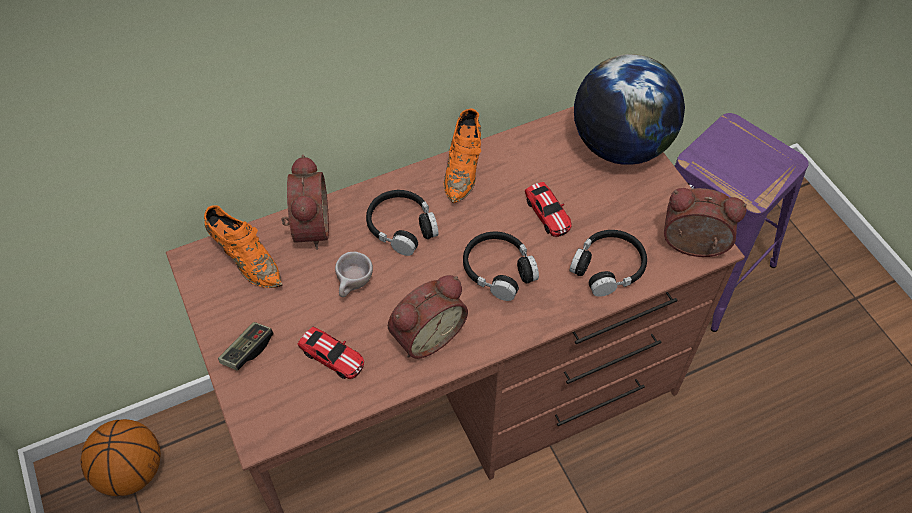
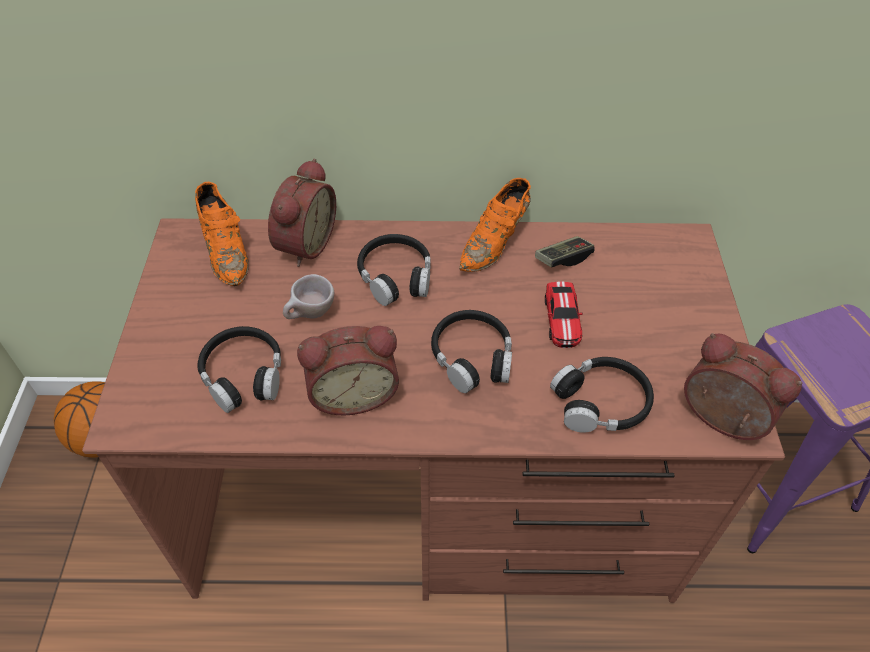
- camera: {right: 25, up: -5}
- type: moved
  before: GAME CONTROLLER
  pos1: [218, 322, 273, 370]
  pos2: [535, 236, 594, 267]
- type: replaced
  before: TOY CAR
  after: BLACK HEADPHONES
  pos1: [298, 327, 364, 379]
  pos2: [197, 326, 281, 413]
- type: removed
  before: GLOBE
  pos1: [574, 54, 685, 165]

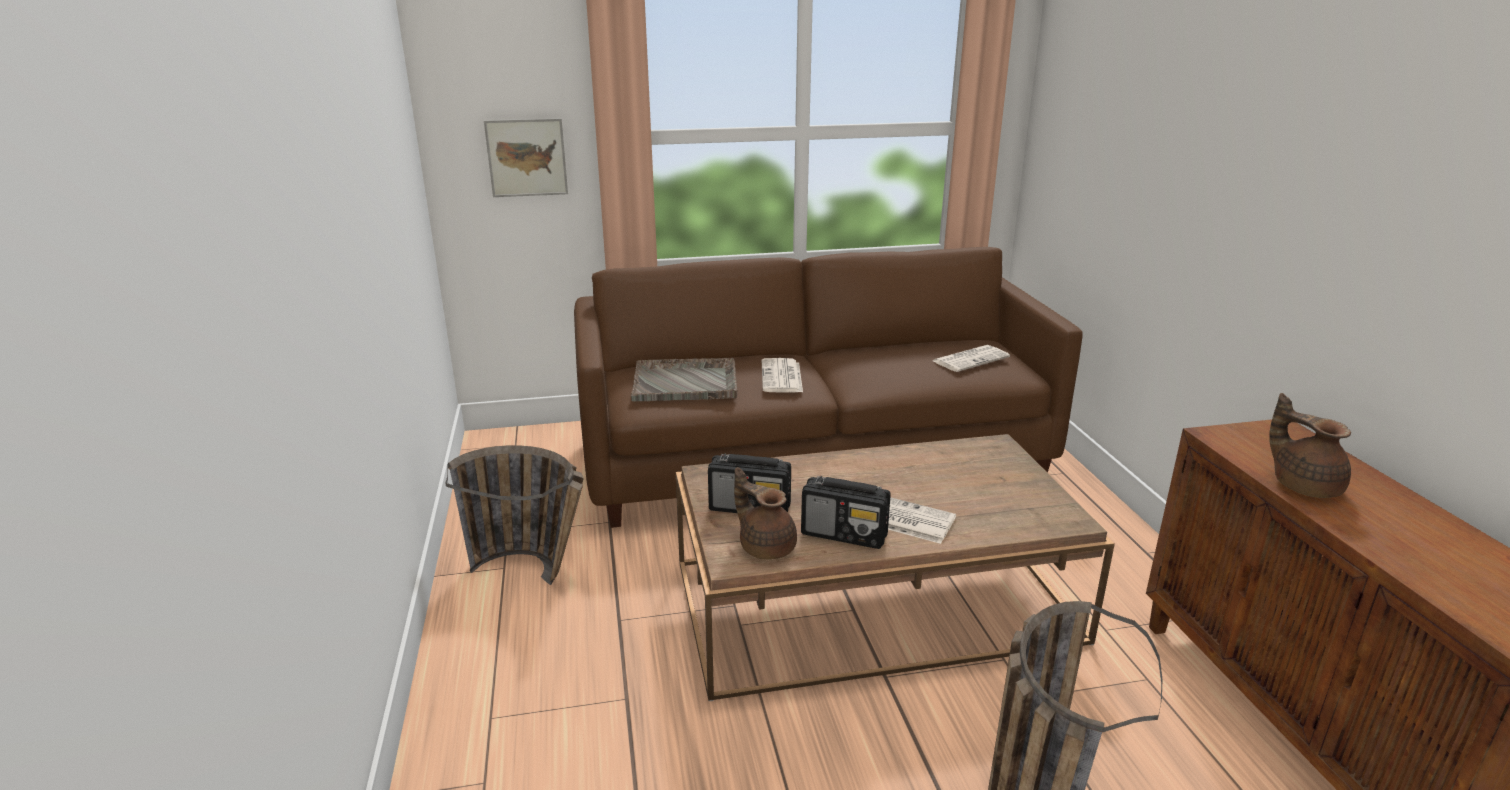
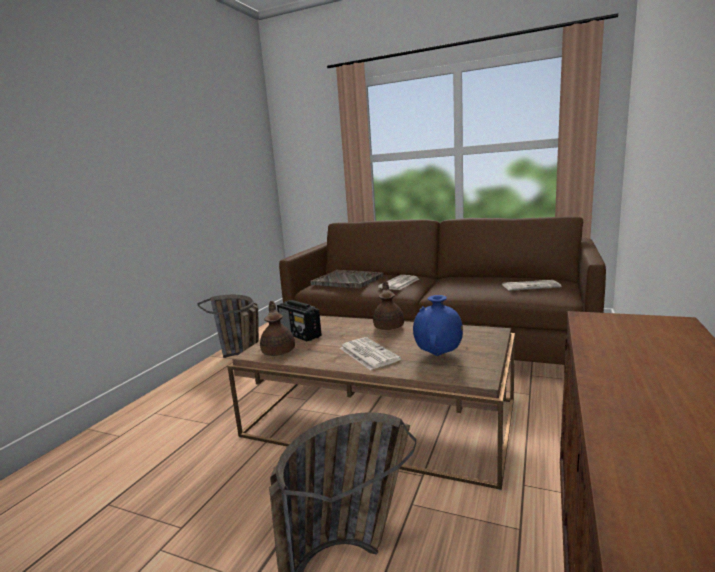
- camera: {right: 35, up: -10}
- type: removed
  before: PICTURE
  pos1: [484, 118, 568, 197]
- type: removed
  before: RADIO
  pos1: [801, 476, 890, 549]
- type: moved
  before: BROWN TEAPOT
  pos1: [1269, 393, 1351, 498]
  pos2: [373, 281, 404, 330]
- type: added
  after: BLUE VASE
  pos2: [413, 295, 463, 356]

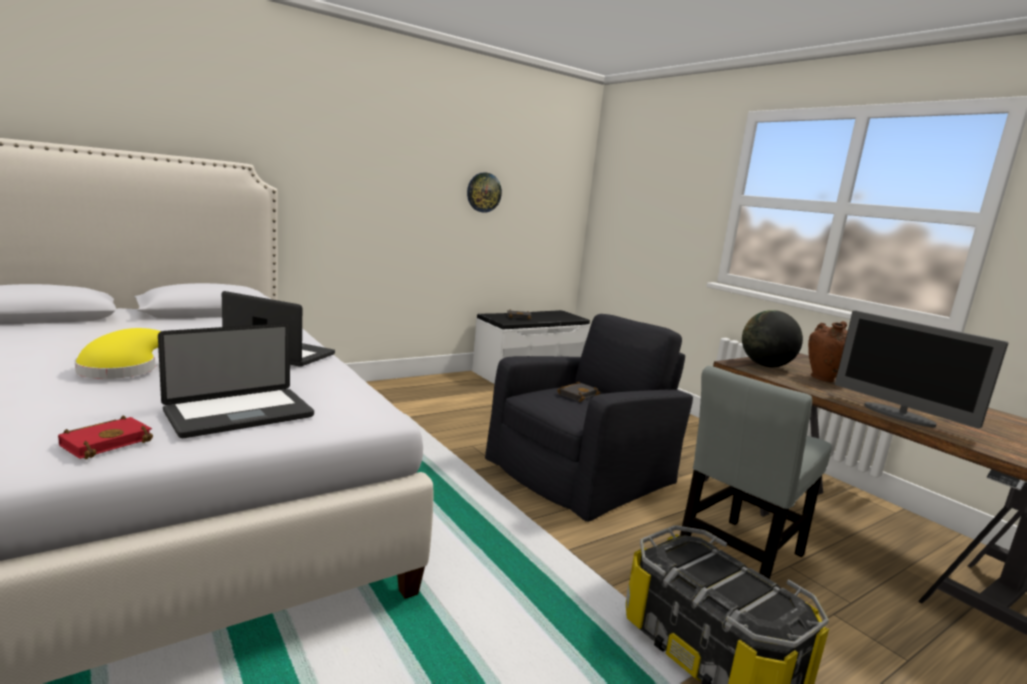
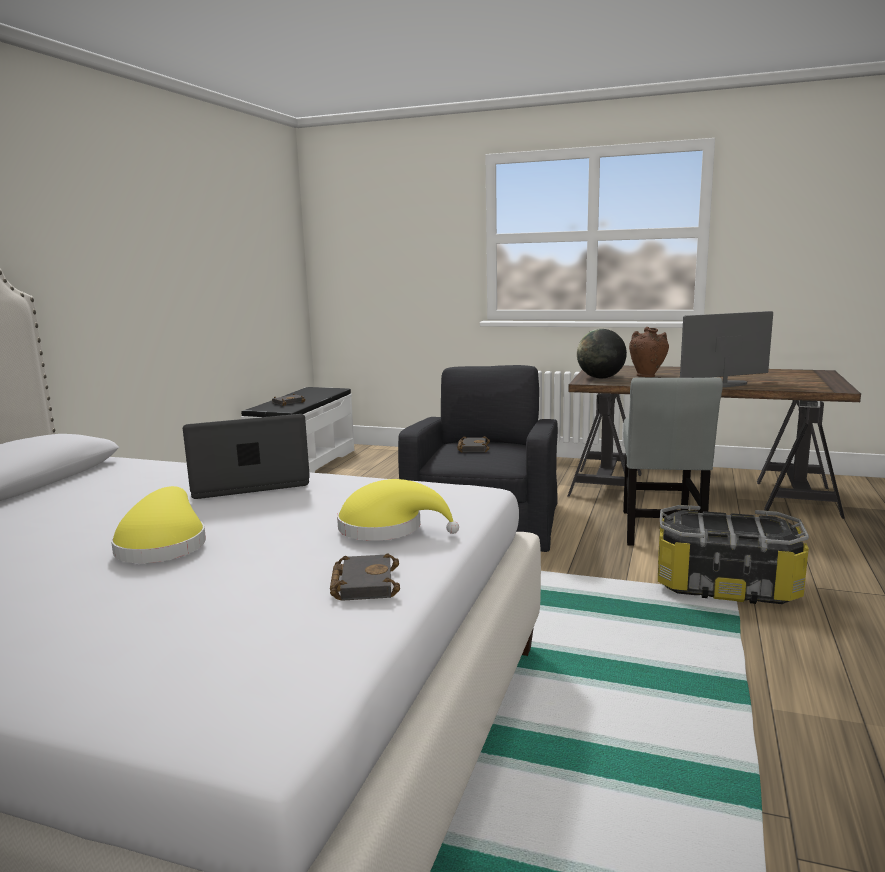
- camera: {right: -35, up: 0}
- type: recoloured
  before: RED BOOK
  after: BLACK BOOK
  pos1: [58, 415, 153, 459]
  pos2: [330, 553, 400, 601]
- type: replaced
  before: LAPTOP
  after: YELLOW HAT
  pos1: [158, 323, 314, 438]
  pos2: [337, 479, 459, 541]
- type: removed
  before: WALL CLOCK
  pos1: [467, 172, 502, 213]
- type: turned
  before: MONITOR
  pos1: [835, 311, 1008, 429]
  pos2: [680, 311, 773, 387]
  turn: 150

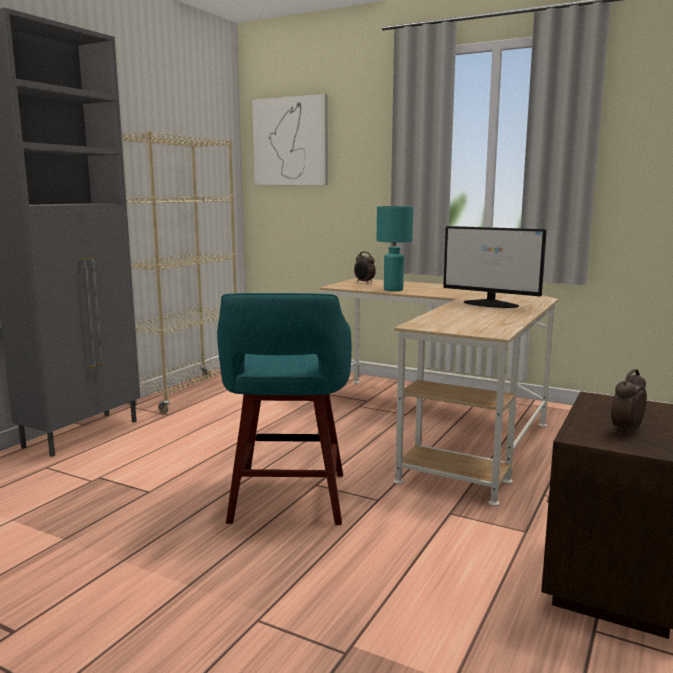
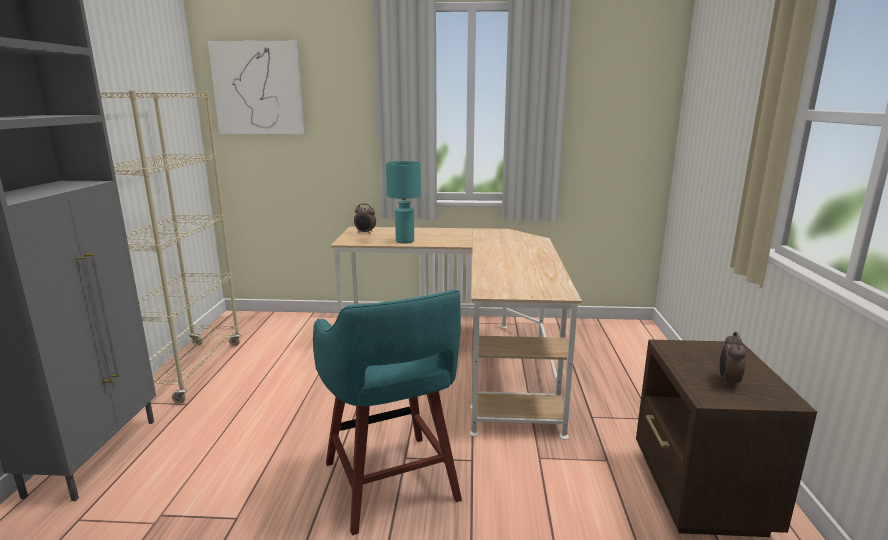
- camera: {right: -25, up: 5}
- type: removed
  before: MONITOR
  pos1: [443, 226, 547, 308]

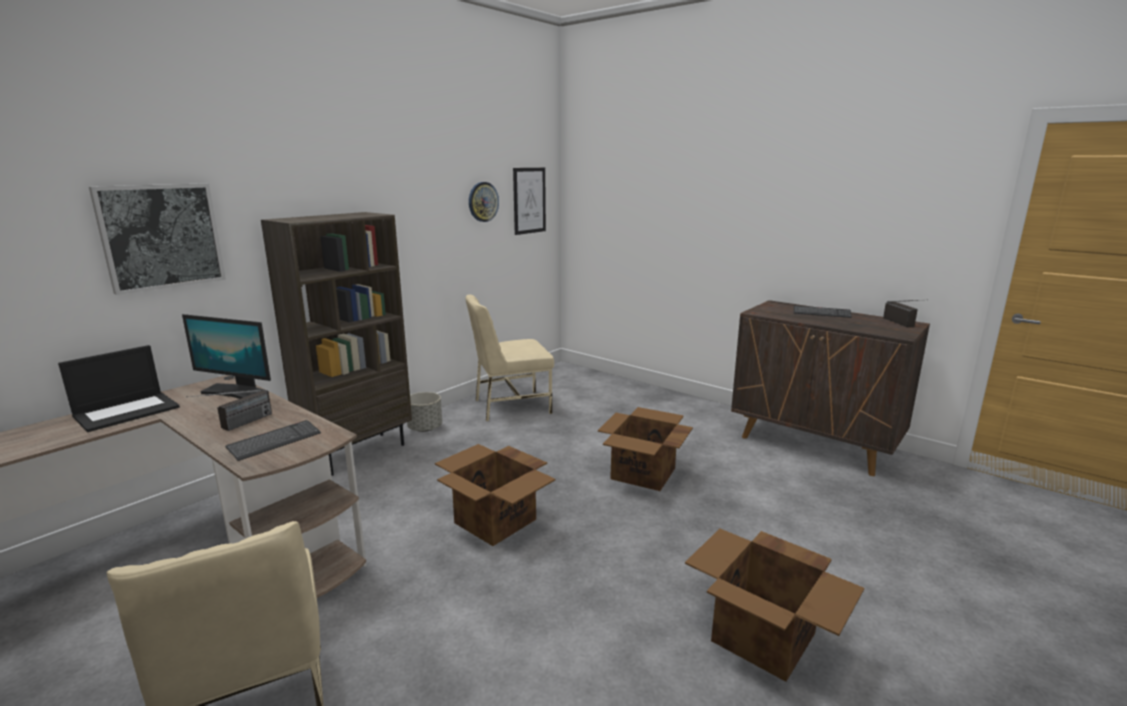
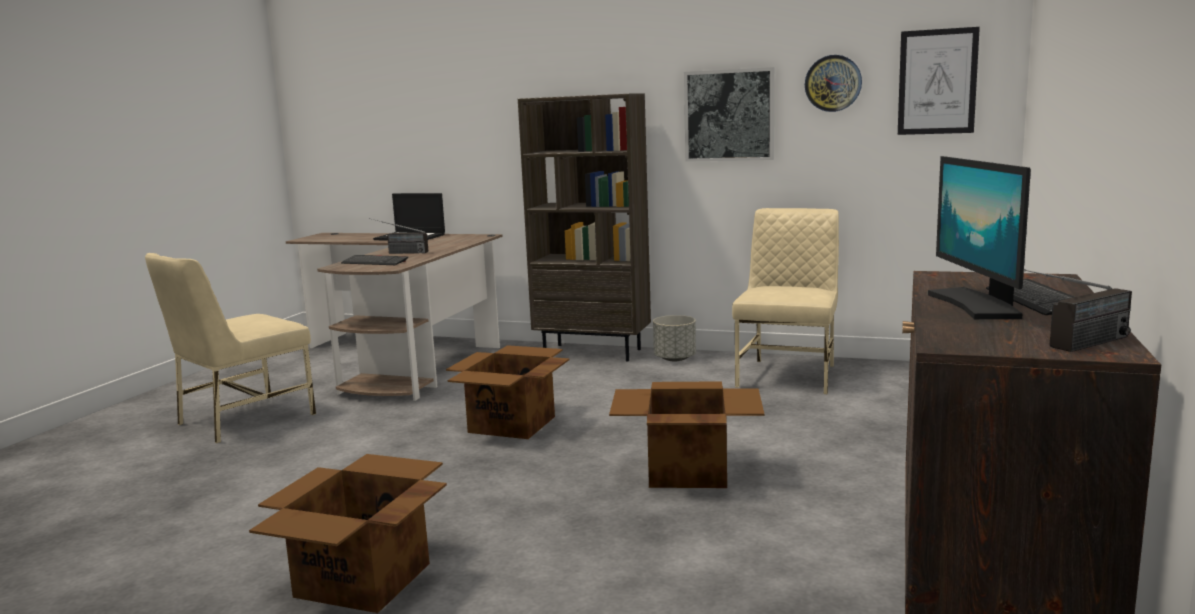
- camera: {right: 70, up: -5}
- type: moved
  before: PICTURE
  pos1: [89, 183, 226, 295]
  pos2: [684, 67, 774, 162]
- type: moved
  before: MONITOR
  pos1: [182, 314, 271, 399]
  pos2: [928, 156, 1031, 319]
- type: turned
  before: BEIGE CHAIR
  pos1: [465, 294, 554, 421]
  pos2: [732, 208, 839, 394]
  turn: 60

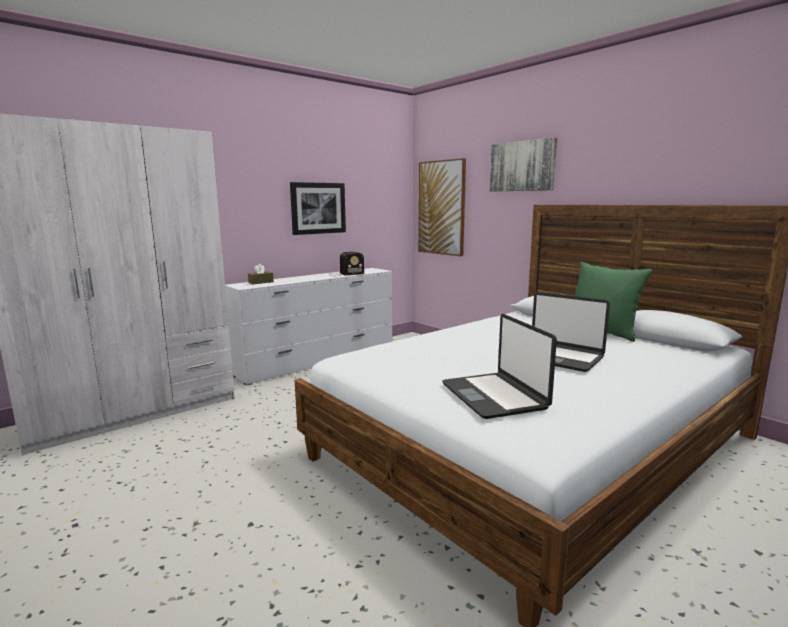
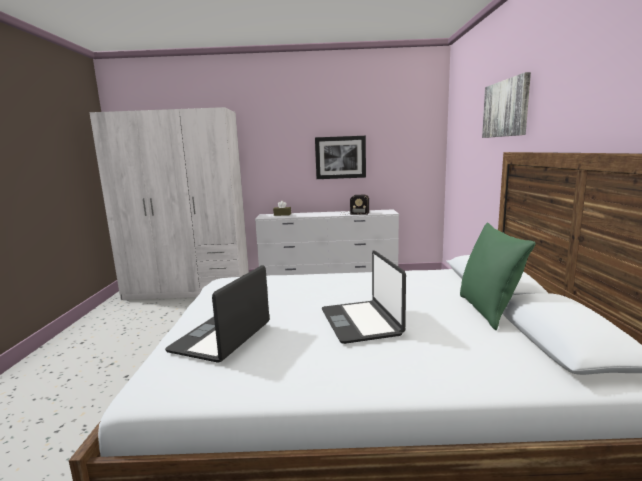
- camera: {right: 40, up: 0}
- type: removed
  before: PICTURE
  pos1: [418, 158, 466, 256]

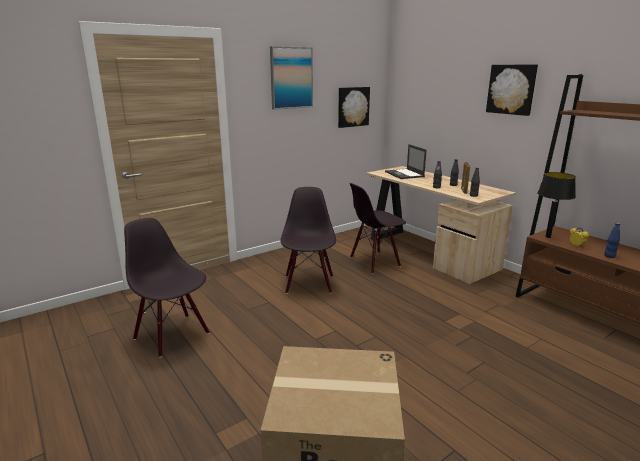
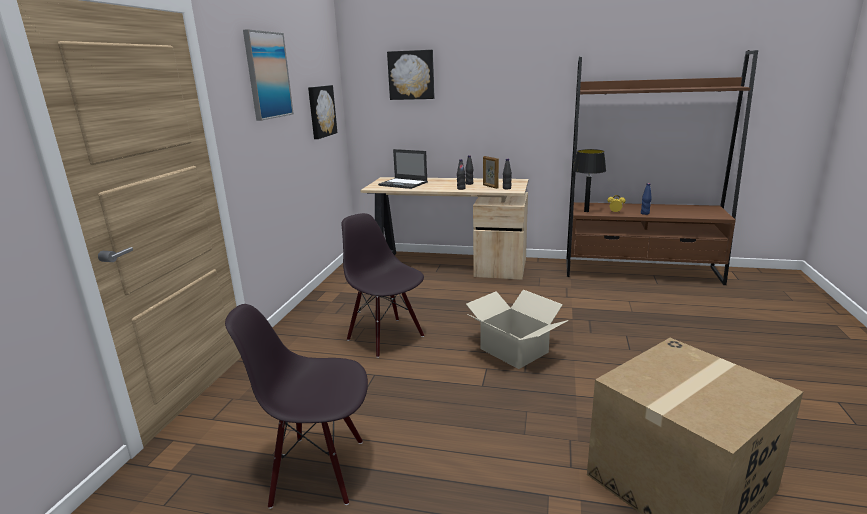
- camera: {right: -40, up: 0}
- type: removed
  before: BLACK CHAIR
  pos1: [350, 183, 406, 274]
- type: moved
  before: PICTURE
  pos1: [486, 65, 538, 116]
  pos2: [387, 50, 435, 100]
- type: added
  after: CARDBOARD BOX
  pos2: [466, 290, 569, 369]

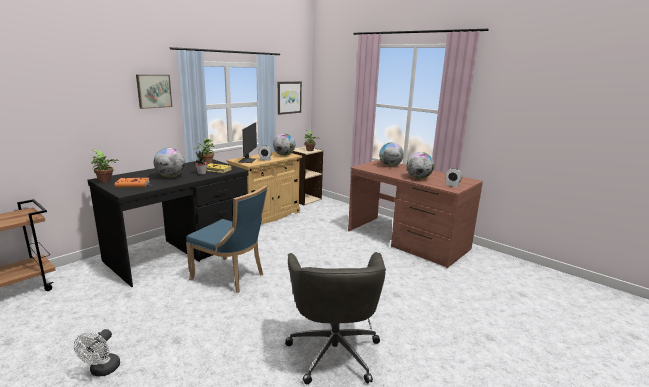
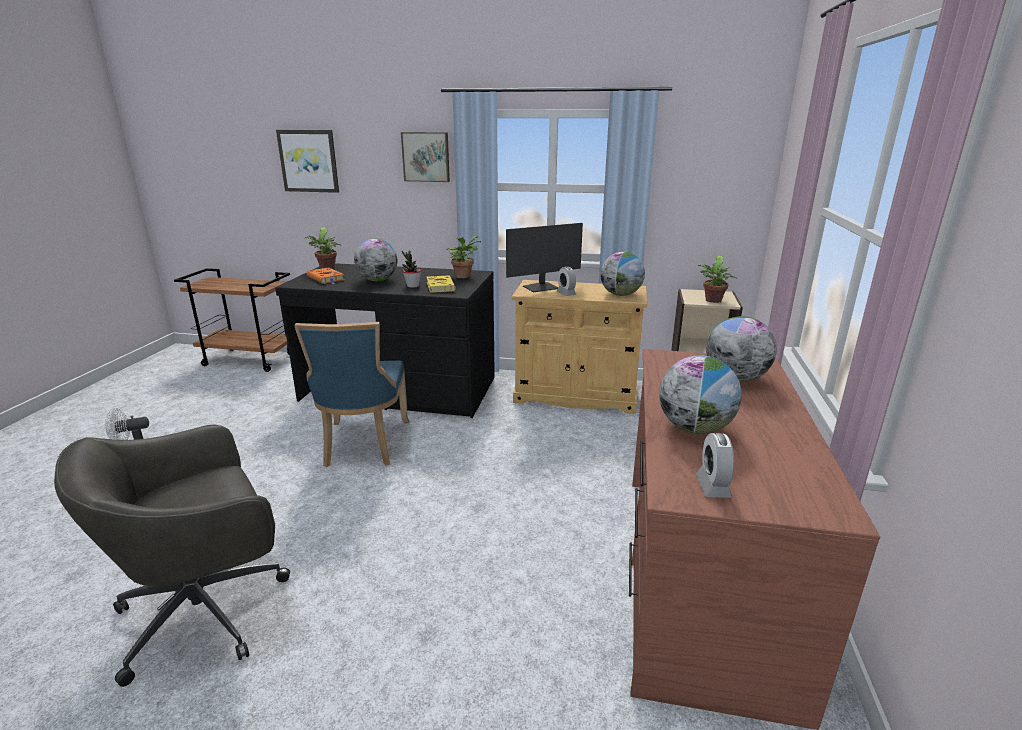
- camera: {right: 60, up: 5}
- type: moved
  before: PICTURE
  pos1: [278, 81, 302, 115]
  pos2: [276, 130, 339, 193]

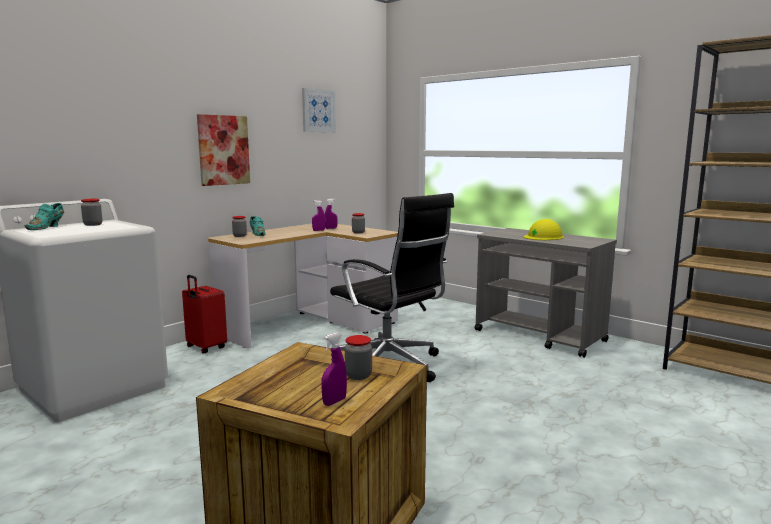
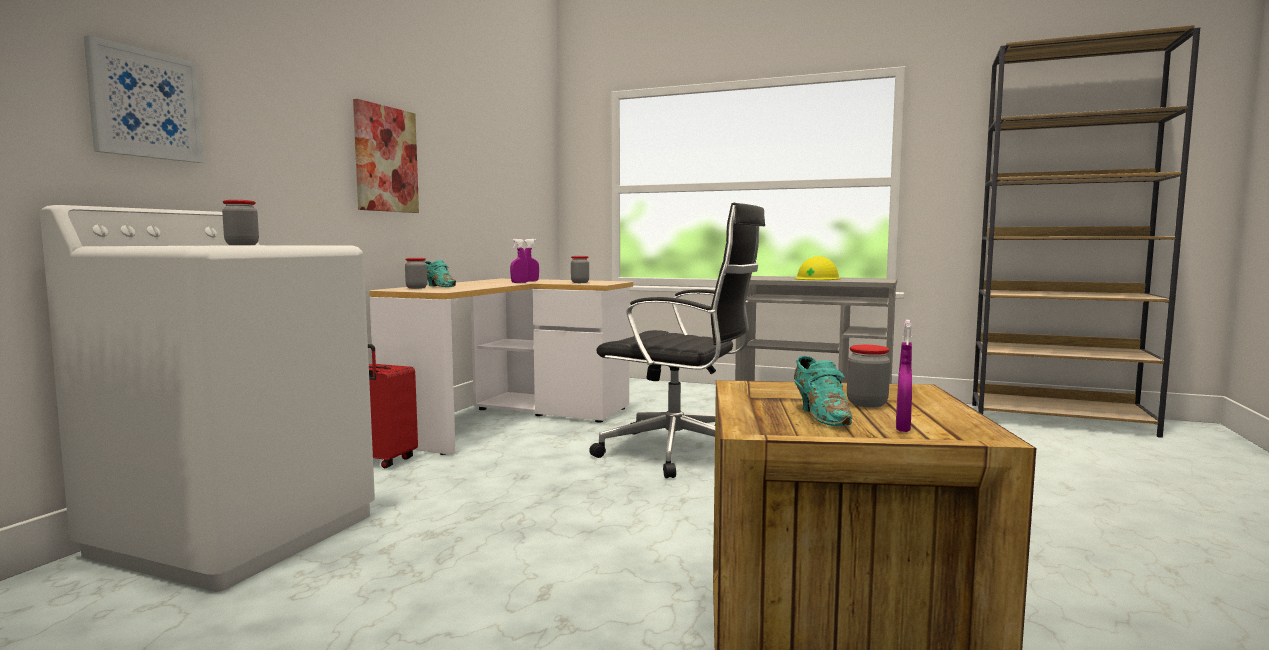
- camera: {right: -20, up: -5}
- type: moved
  before: TURQUOISE SHOE
  pos1: [24, 203, 64, 230]
  pos2: [794, 356, 852, 426]
- type: moved
  before: PICTURE
  pos1: [302, 88, 336, 132]
  pos2: [84, 35, 204, 163]

